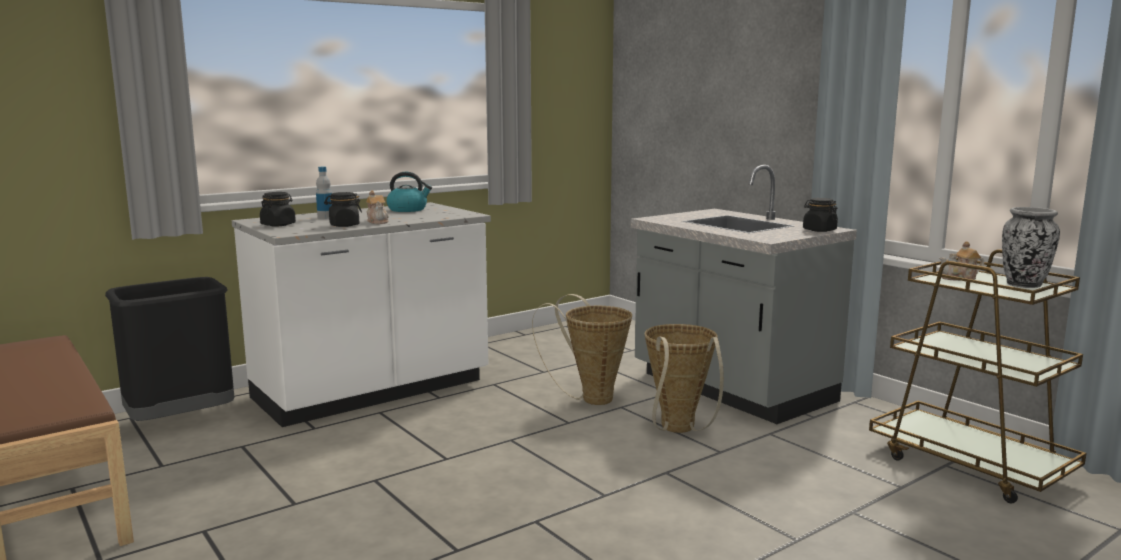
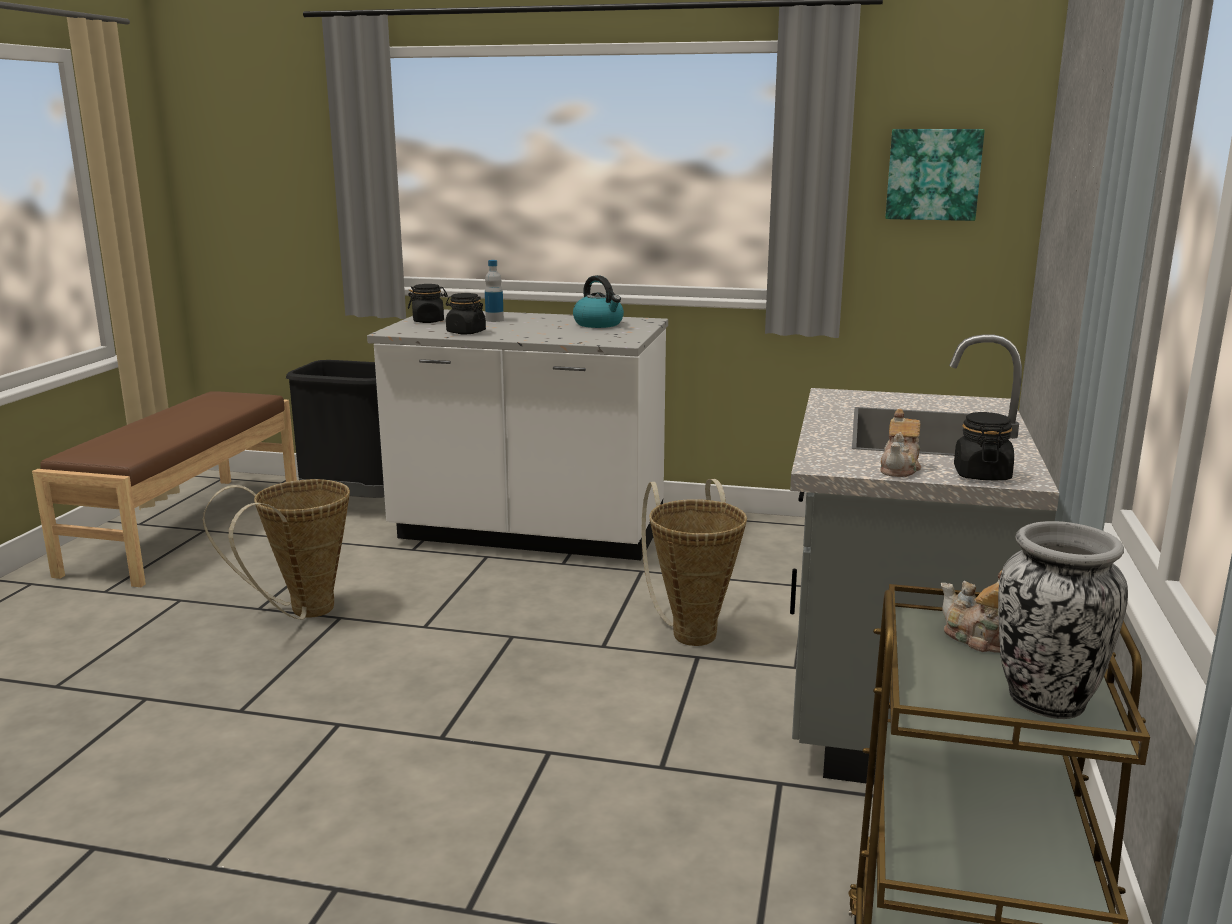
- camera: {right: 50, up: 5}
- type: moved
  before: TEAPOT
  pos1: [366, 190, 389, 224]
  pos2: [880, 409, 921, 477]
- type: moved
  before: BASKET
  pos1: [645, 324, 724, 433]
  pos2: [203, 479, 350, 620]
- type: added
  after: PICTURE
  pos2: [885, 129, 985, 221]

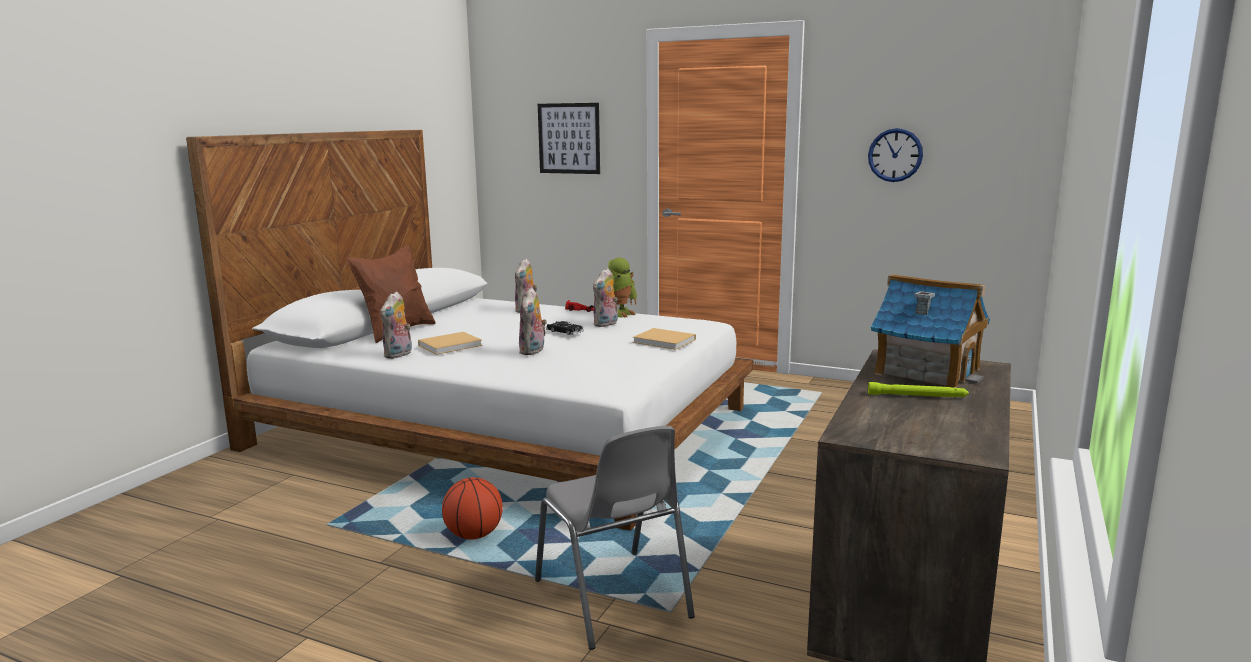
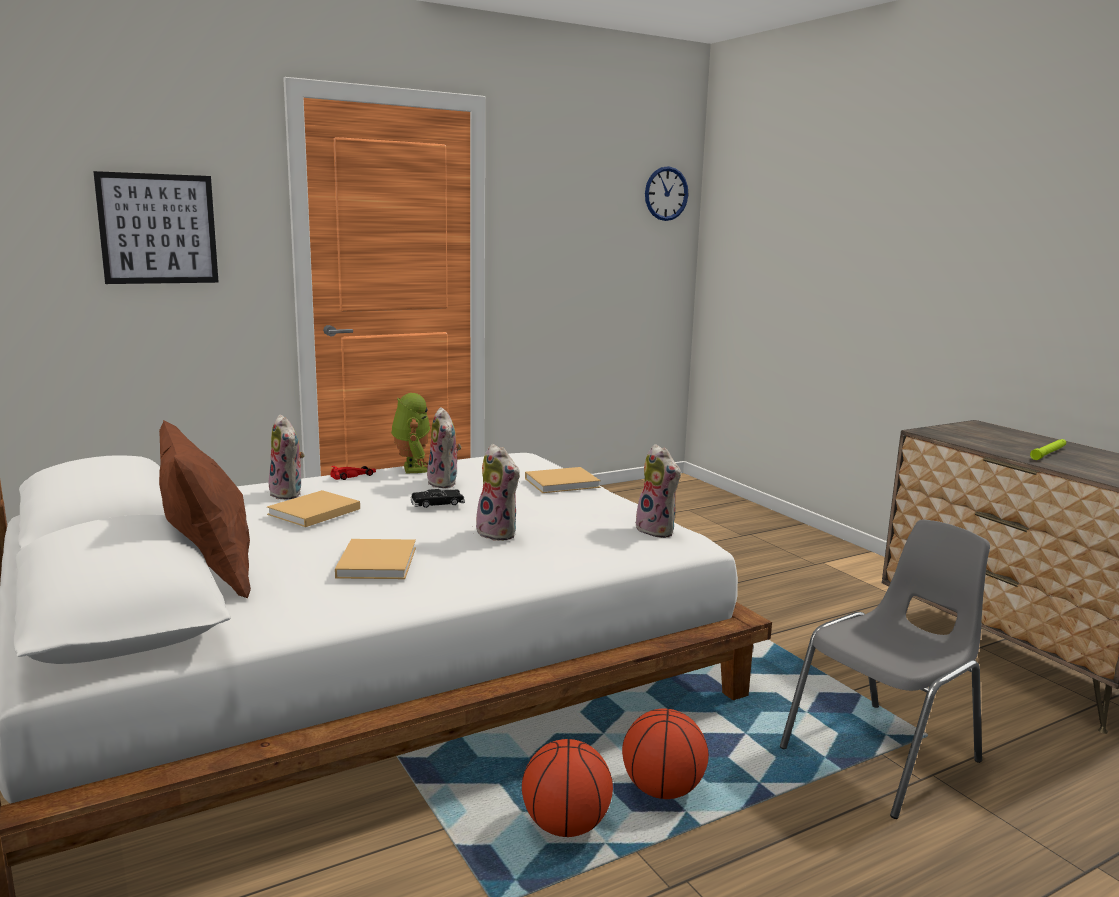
- camera: {right: -55, up: 0}
- type: moved
  before: PLUSH TOY
  pos1: [380, 291, 412, 359]
  pos2: [633, 444, 681, 538]
- type: turned
  before: GREY CHAIR
  pos1: [535, 426, 695, 650]
  pos2: [780, 519, 990, 819]
  turn: -45
- type: moved
  before: WALL CLOCK
  pos1: [868, 128, 923, 182]
  pos2: [645, 166, 688, 221]
- type: removed
  before: TOY HOUSE
  pos1: [871, 274, 990, 388]
- type: added
  after: BEIGE BOOK
  pos2: [267, 490, 360, 527]
- type: added
  after: BASKETBALL
  pos2: [522, 739, 613, 837]

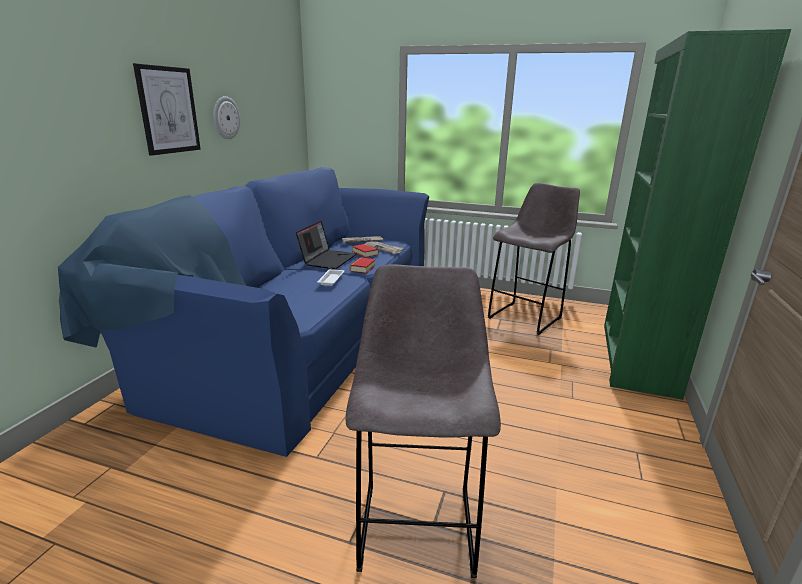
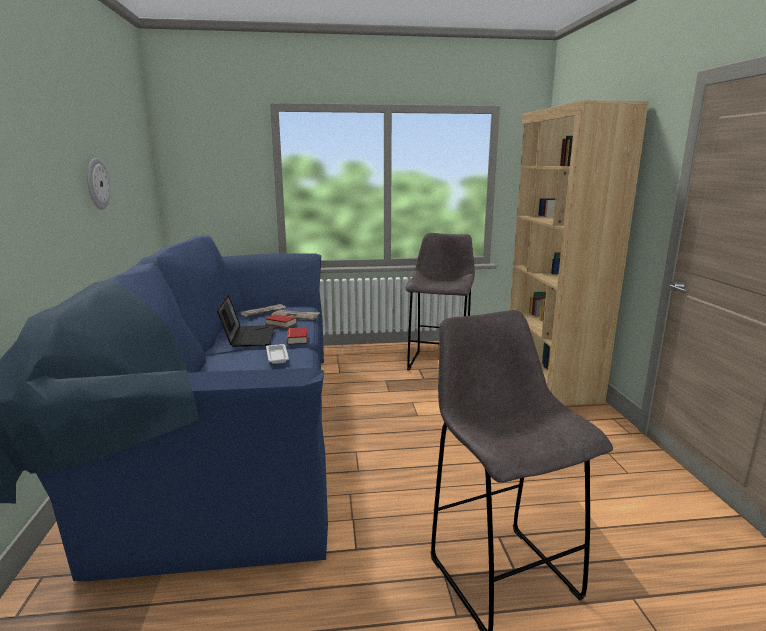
- camera: {right: -25, up: -5}
- type: removed
  before: PICTURE
  pos1: [133, 63, 201, 156]
- type: recoloured
  before: GREEN BOOKCASE
  after: BROWN BOOKCASE
  pos1: [604, 29, 791, 400]
  pos2: [510, 100, 649, 405]

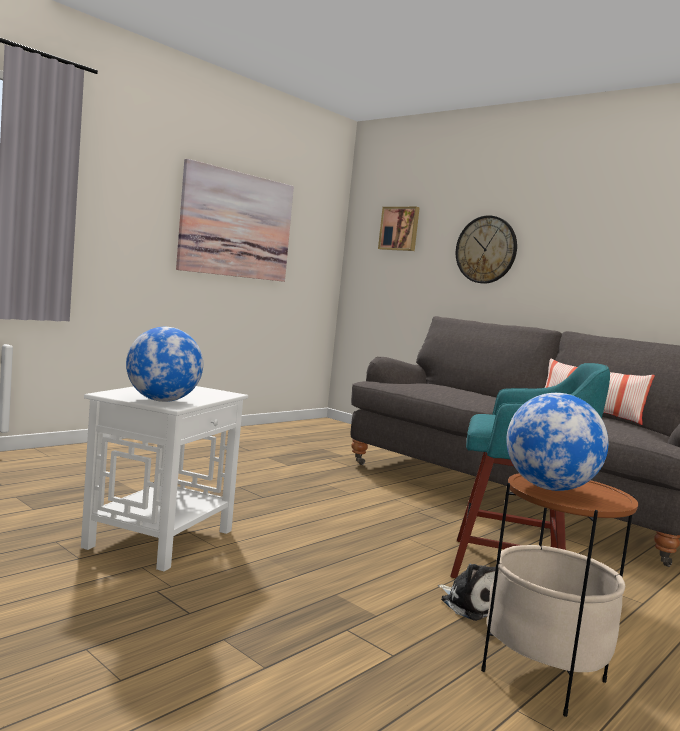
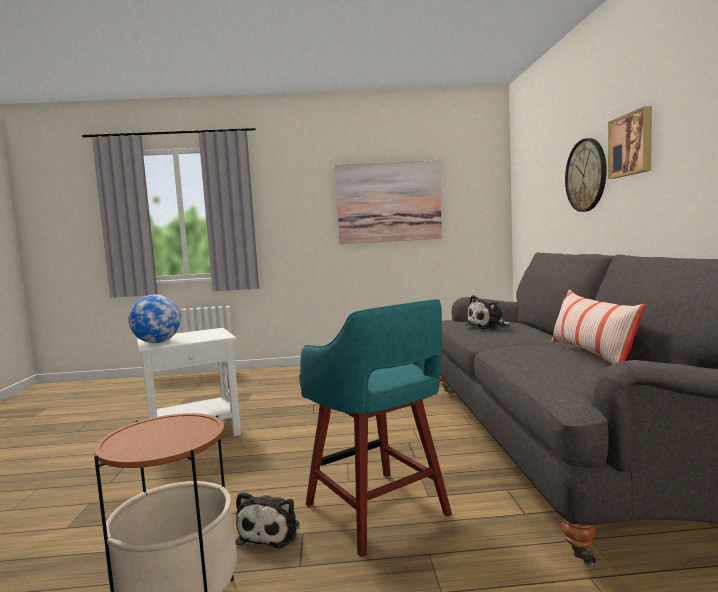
- camera: {right: 45, up: 0}
- type: moved
  before: PICTURE
  pos1: [378, 207, 420, 251]
  pos2: [608, 106, 652, 179]
- type: removed
  before: GLOBE
  pos1: [506, 393, 608, 491]
- type: added
  after: PLUSH TOY
  pos2: [465, 295, 510, 330]

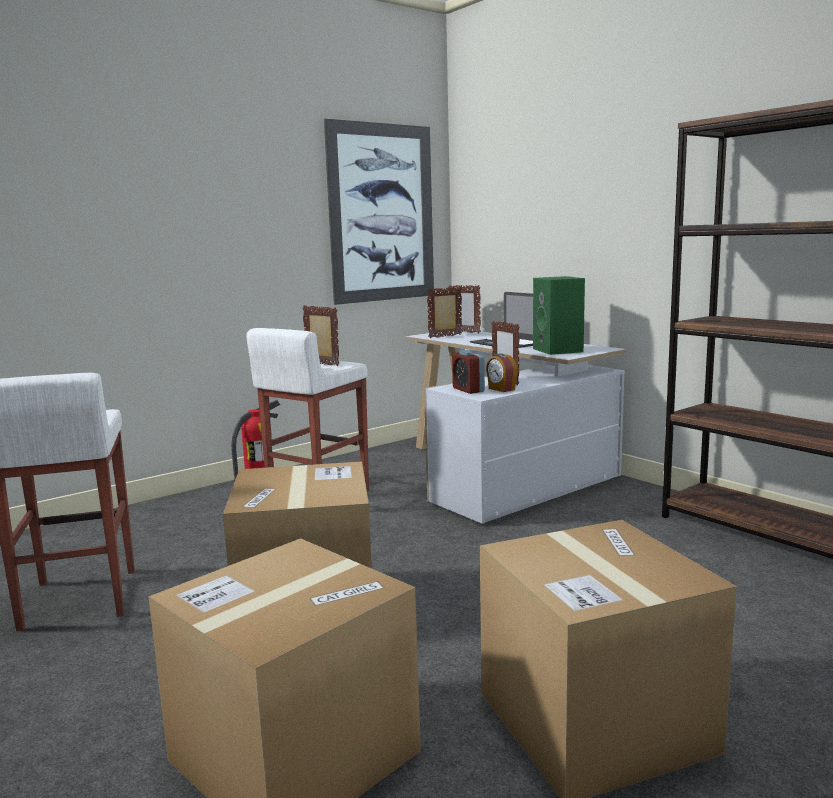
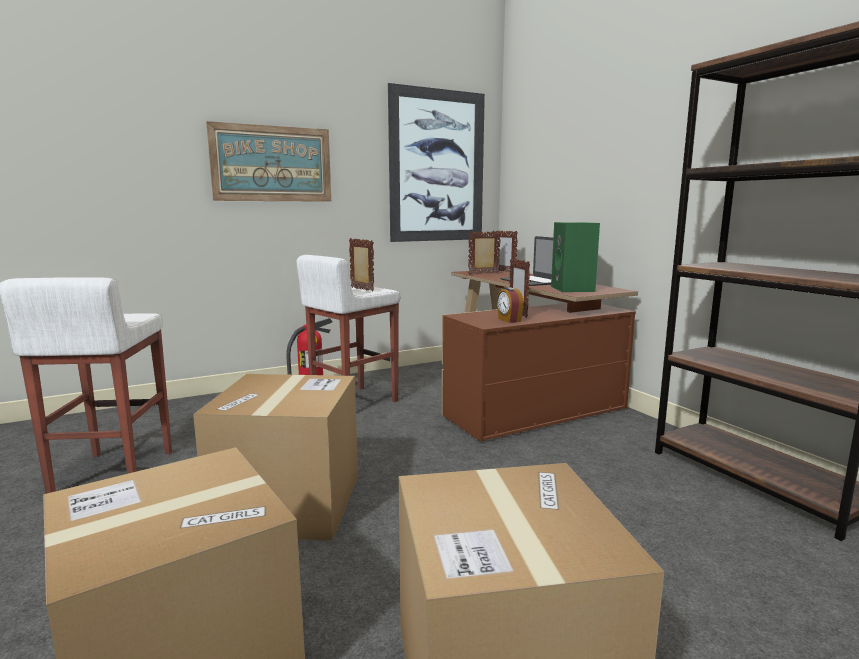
- camera: {right: 10, up: 0}
- type: recoloured
  before: WHITE DESK
  after: BROWN DESK
  pos1: [405, 330, 626, 524]
  pos2: [442, 270, 638, 442]
- type: removed
  before: ALARM CLOCK
  pos1: [452, 350, 485, 394]
- type: added
  after: PICTURE
  pos2: [206, 121, 331, 202]

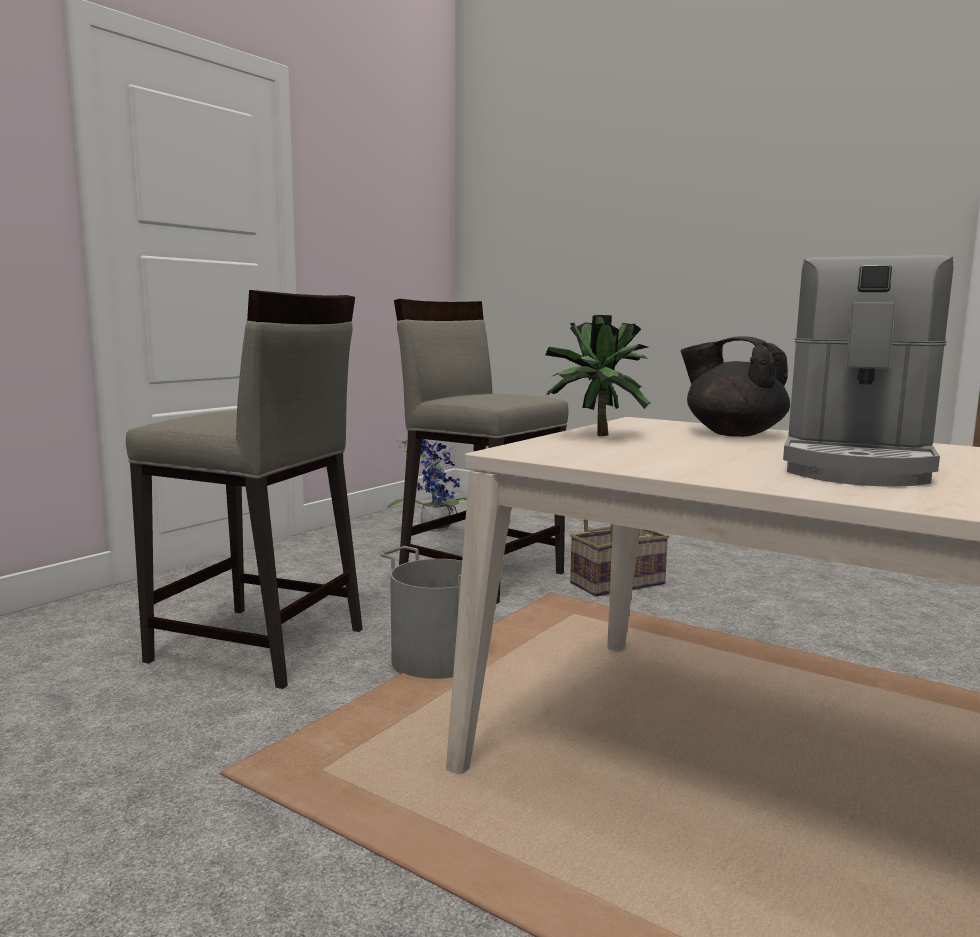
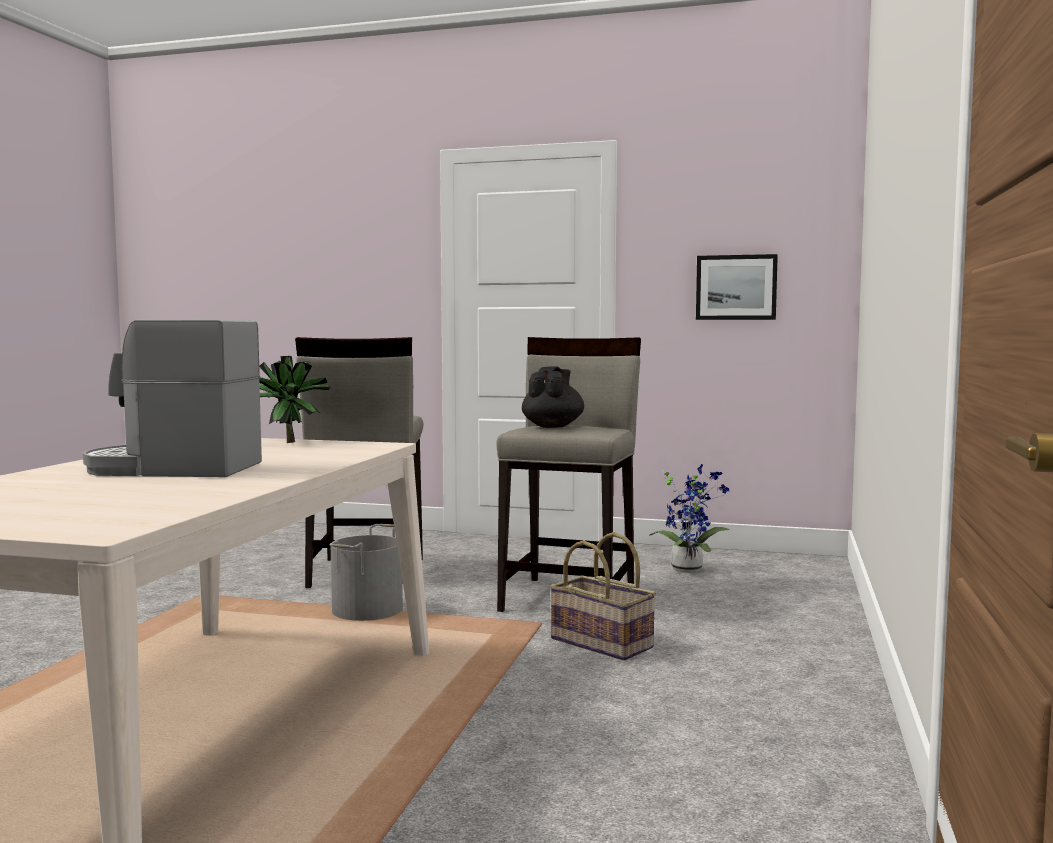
- camera: {right: 70, up: -5}
- type: moved
  before: BLACK TEAPOT
  pos1: [680, 336, 790, 437]
  pos2: [522, 366, 584, 428]
- type: added
  after: PICTURE
  pos2: [696, 254, 778, 320]

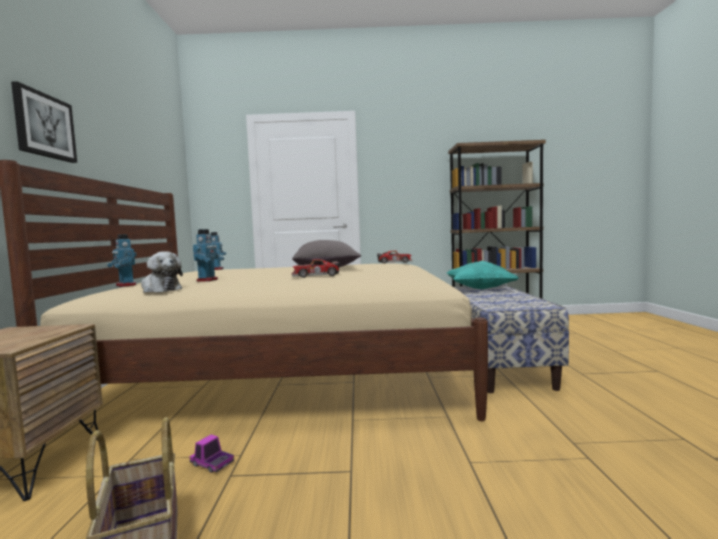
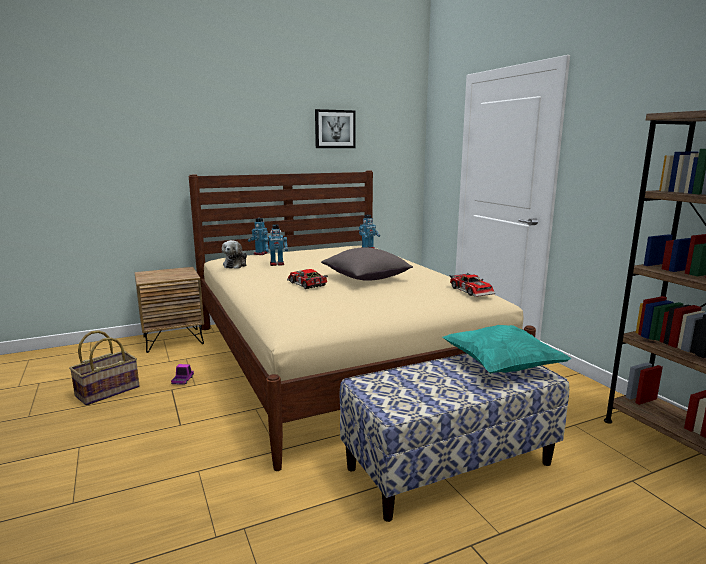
- camera: {right: 65, up: 10}
- type: moved
  before: PICTURE
  pos1: [11, 81, 77, 163]
  pos2: [315, 109, 356, 148]

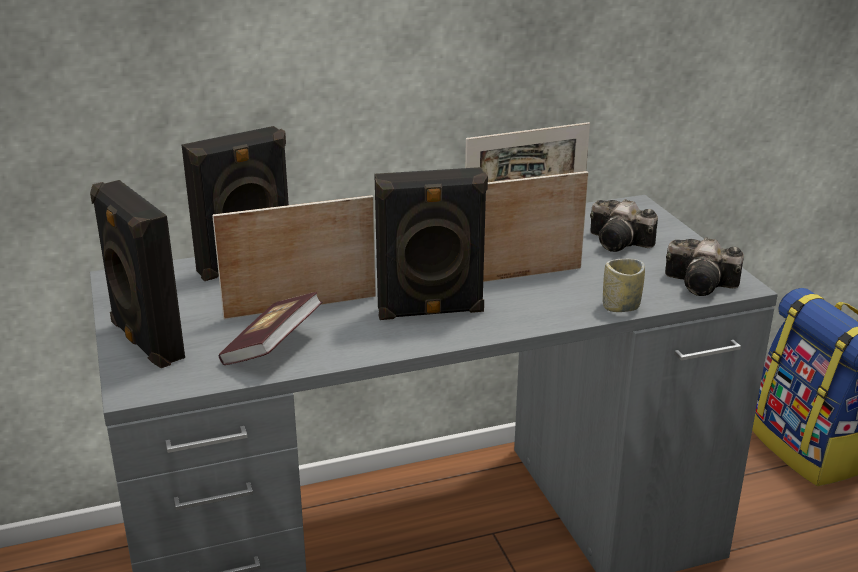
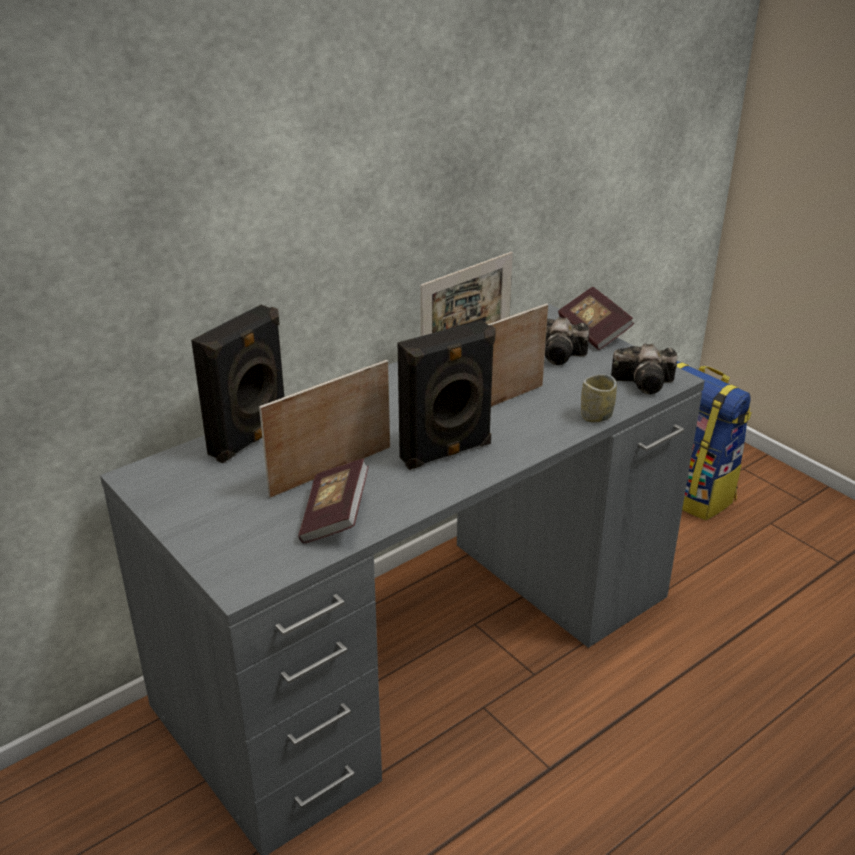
- camera: {right: -20, up: 5}
- type: removed
  before: BLACK SPEAKER
  pos1: [90, 180, 185, 368]
- type: added
  after: BOOK
  pos2: [558, 287, 634, 350]

